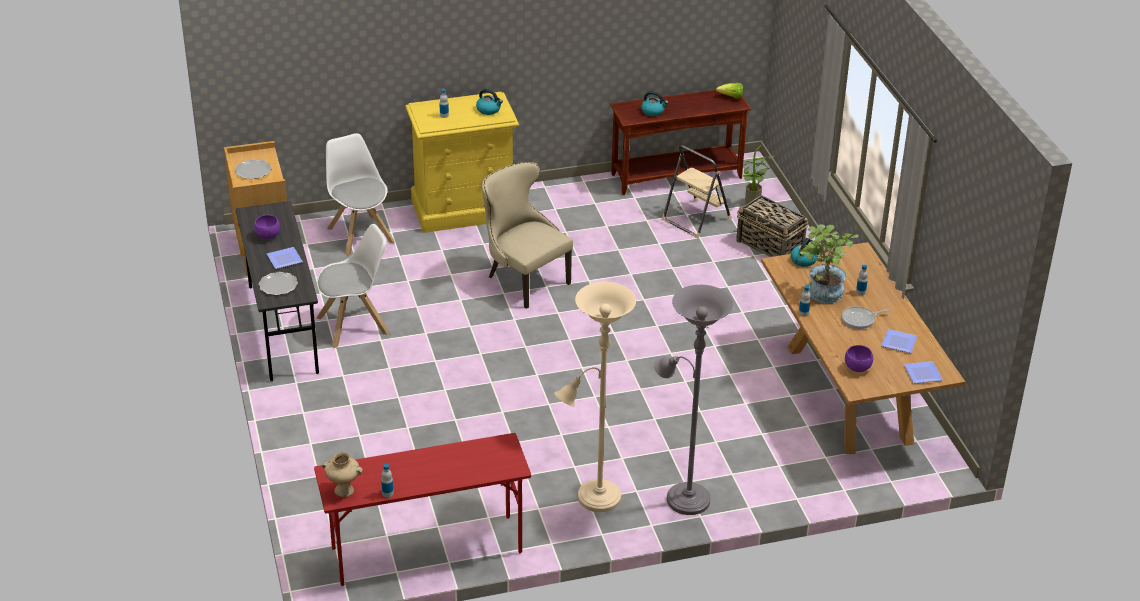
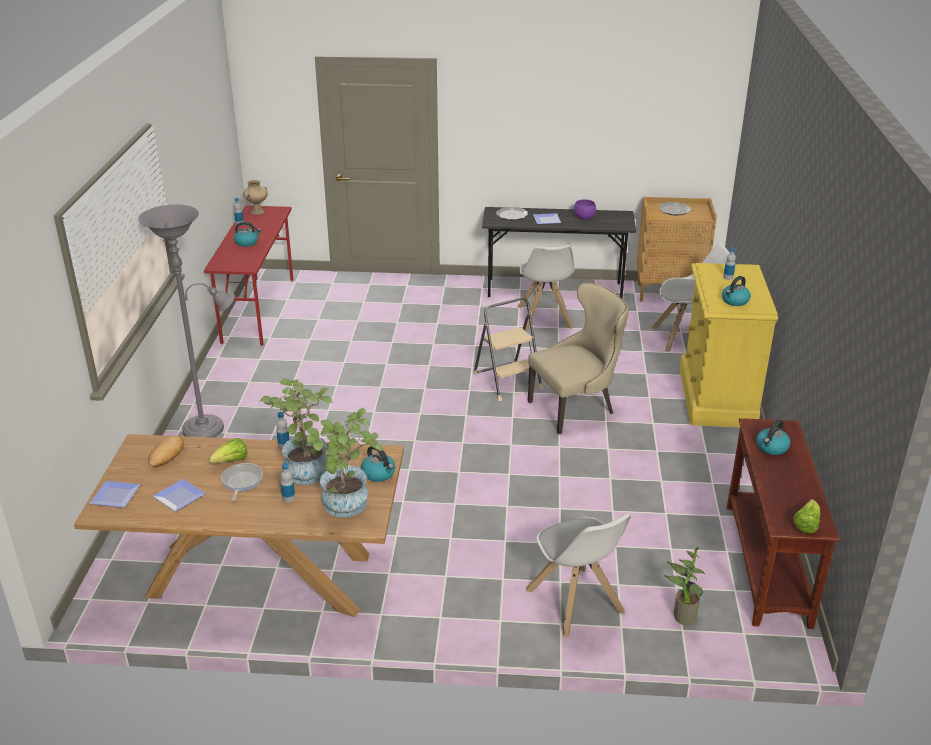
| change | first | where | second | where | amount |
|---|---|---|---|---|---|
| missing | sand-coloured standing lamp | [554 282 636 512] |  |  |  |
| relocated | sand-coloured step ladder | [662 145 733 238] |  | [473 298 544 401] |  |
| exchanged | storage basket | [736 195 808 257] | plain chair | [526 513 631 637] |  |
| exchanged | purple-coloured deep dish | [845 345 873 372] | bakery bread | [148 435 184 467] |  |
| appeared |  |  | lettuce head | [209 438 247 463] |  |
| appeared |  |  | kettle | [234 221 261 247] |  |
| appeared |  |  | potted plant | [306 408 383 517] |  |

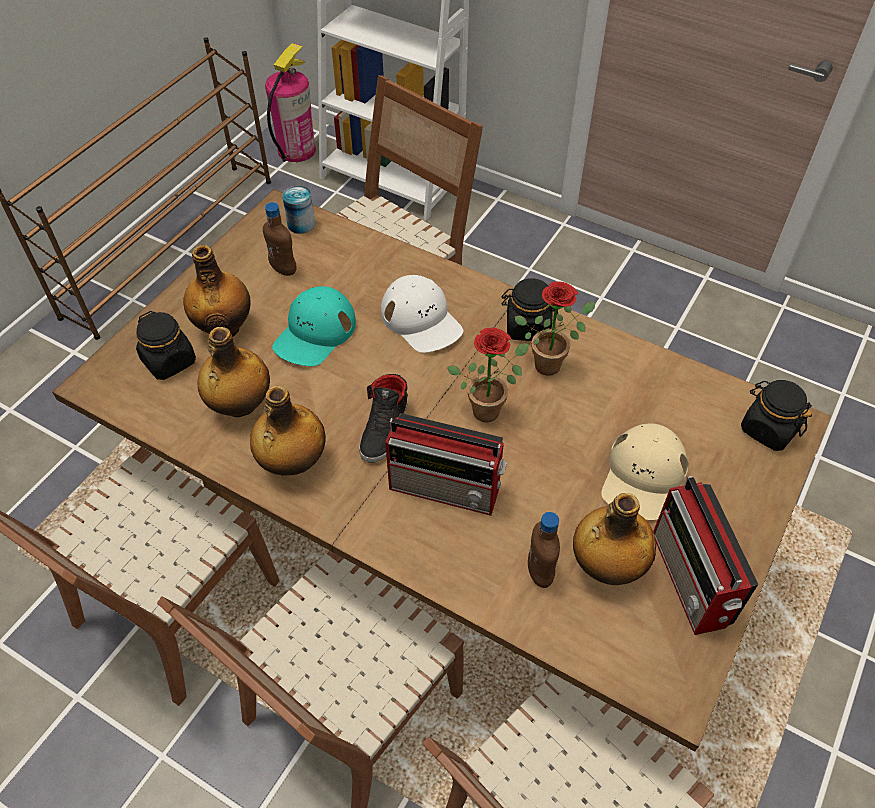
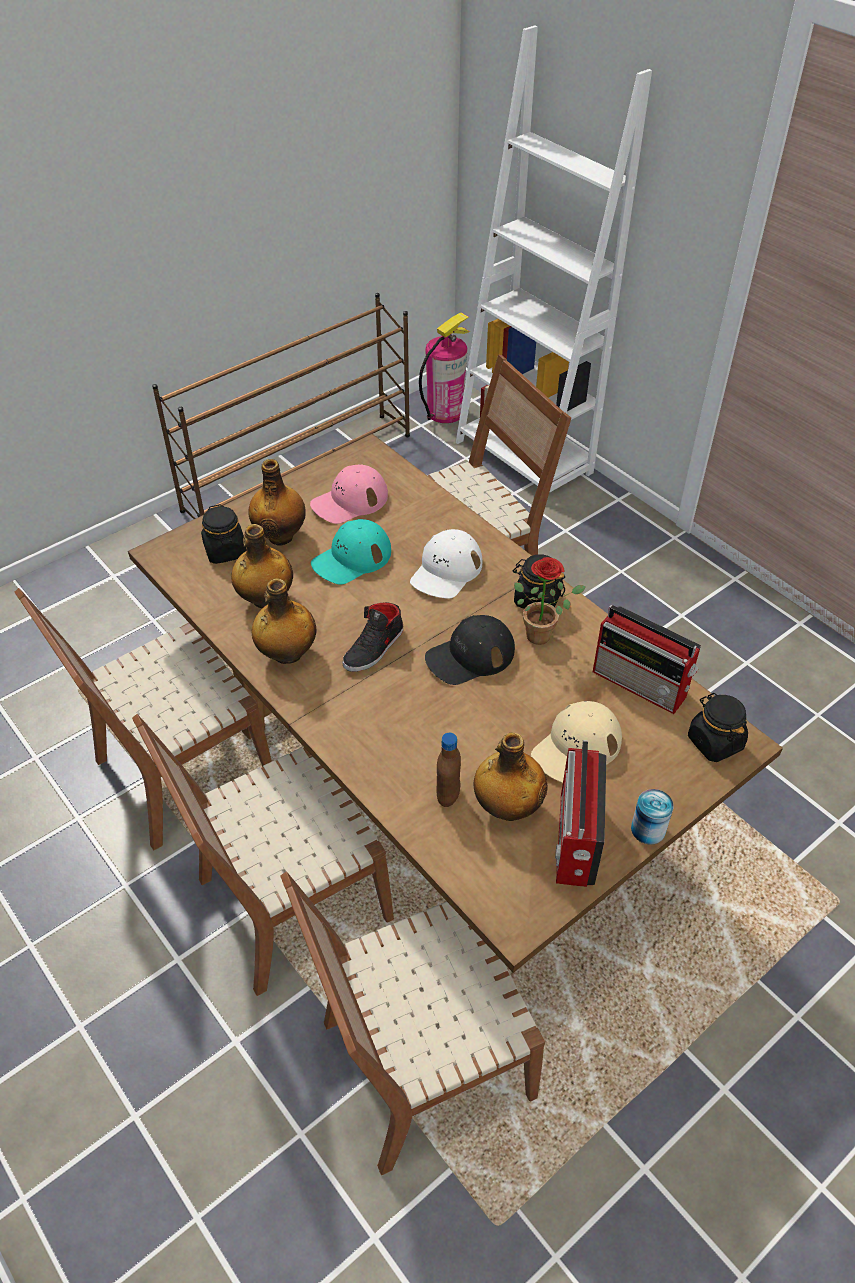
| change | first | where | second | where | amount |
|---|---|---|---|---|---|
| exchanged | brown drink bottle | [263 202 297 276] | pinkish peaked cap | [310 464 388 524] |  |
| relocated | sealed can | [282 186 315 234] |  | [631 789 674 845] |  |
| spun | whitish peaked cap | [381 275 463 353] |  | [410 529 482 599] | 45 degrees clockwise |
| relocated | radio | [386 413 507 516] |  | [593 605 701 714] |  |
| exchanged | potted plant | [447 328 529 422] | blackish peaked cap | [425 615 515 685] |  |

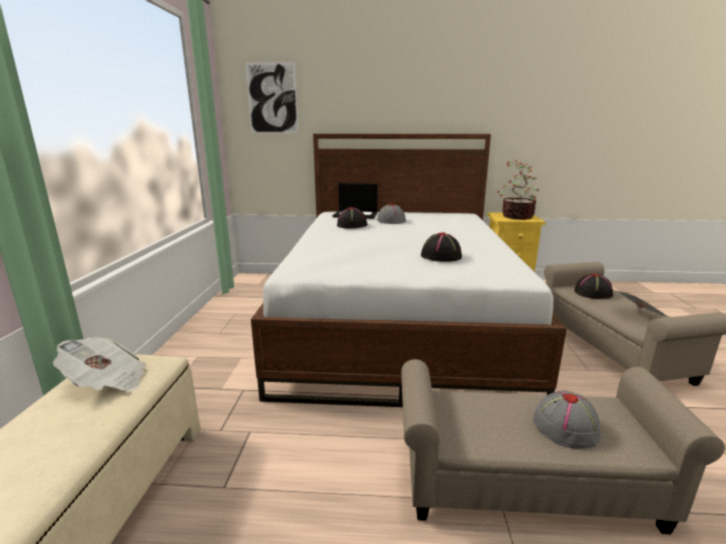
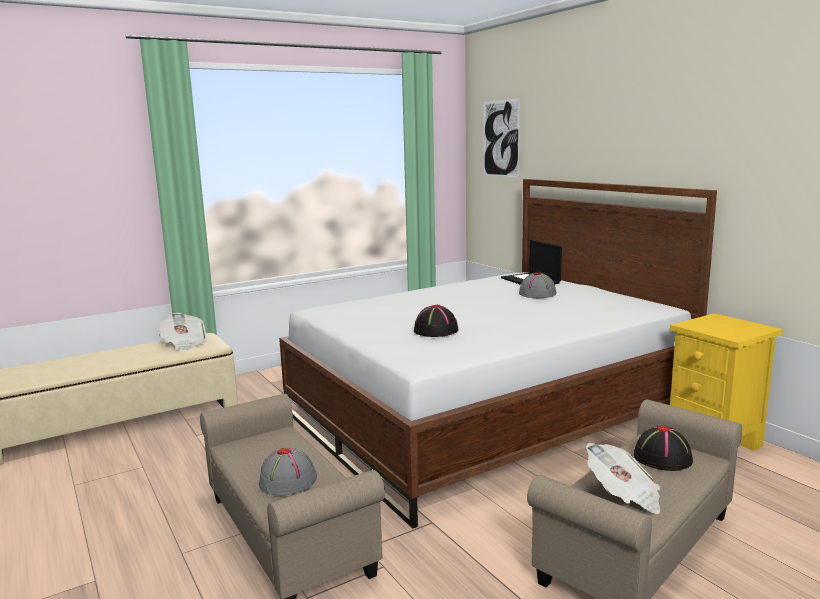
| change | first | where | second | where | amount |
|---|---|---|---|---|---|
| missing | blackish clothing hat | [337 207 367 229] |  |  |  |
| missing | potted plant | [497 160 539 220] |  |  |  |

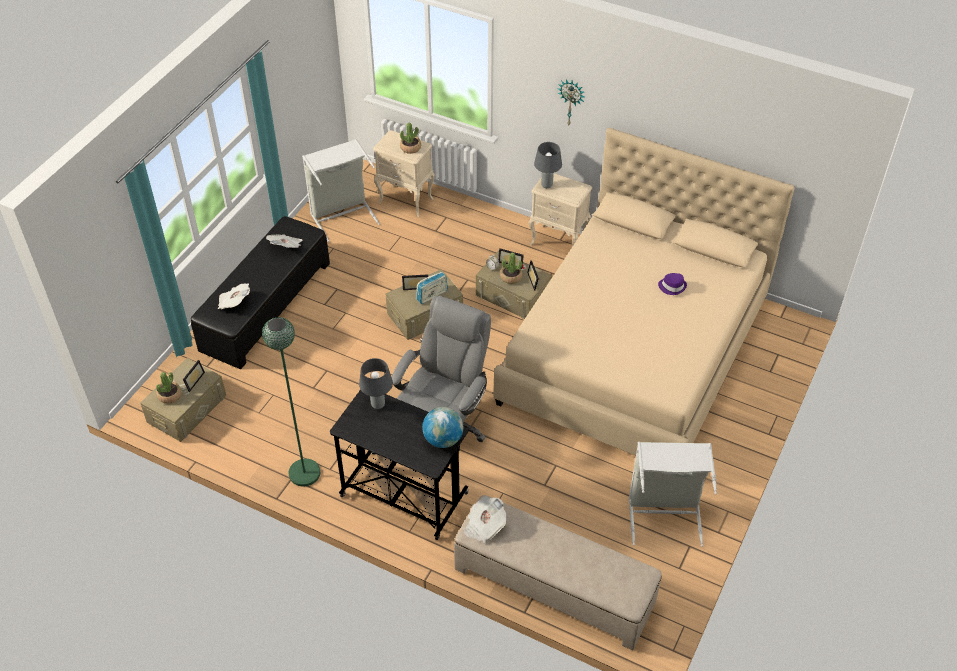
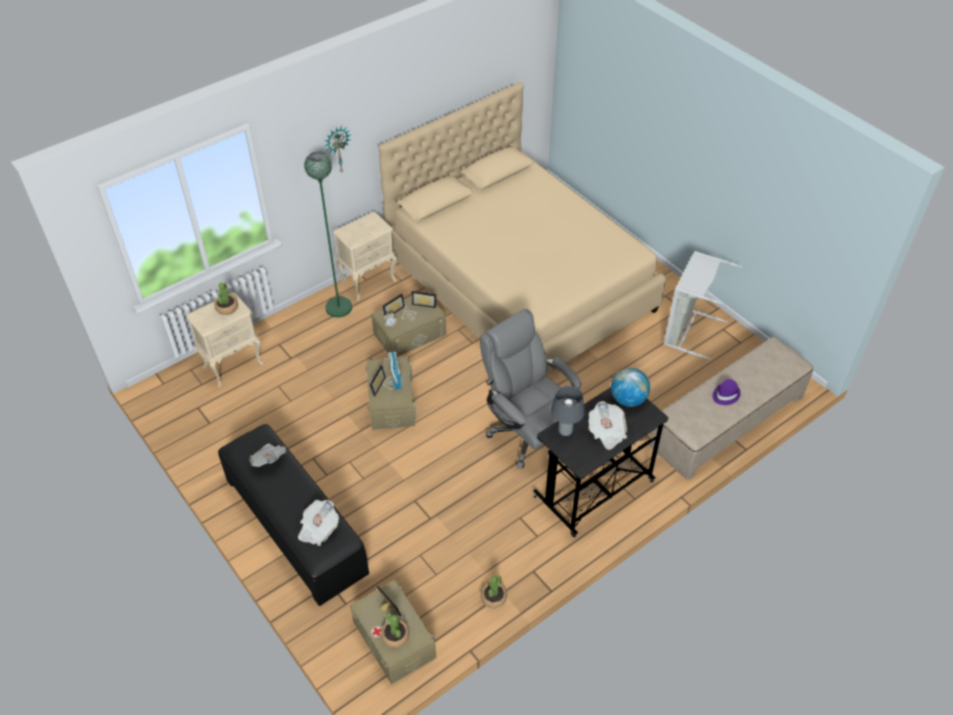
| change | first | where | second | where | amount |
|---|---|---|---|---|---|
| relocated | green-coloured standing lamp | [262 317 320 487] |  | [304 152 352 317] |  |
| missing | grey laundry basket | [302 139 380 242] |  |  |  |
| relocated | daily paper | [464 496 507 543] |  | [588 401 627 450] |  |
| relocated | potted plant | [500 253 522 284] |  | [481 575 507 608] |  |
| missing | grey tabletop lamp | [534 142 562 188] |  |  |  |
| relocated | purple-coloured clothing hat | [658 273 687 295] |  | [713 379 741 405] |  |

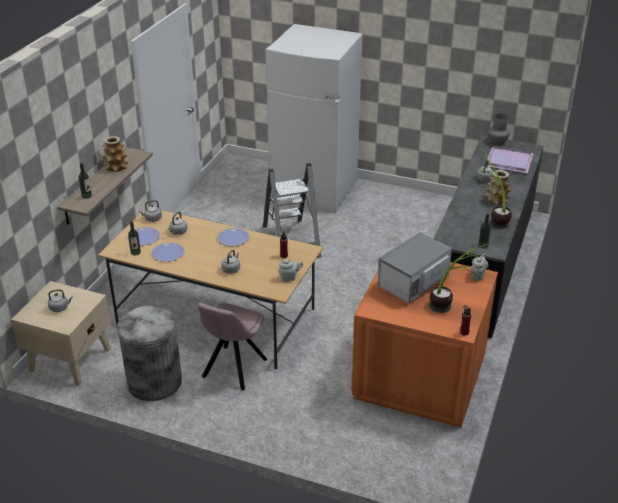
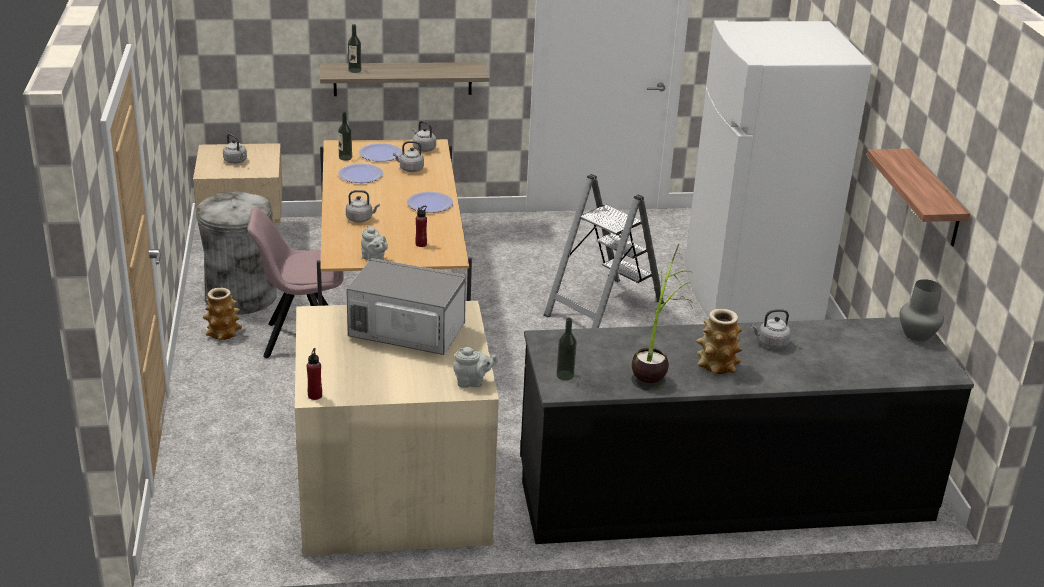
| change | first | where | second | where | amount |
|---|---|---|---|---|---|
| relocated | vase | [102 136 128 172] |  | [203 288 242 340] |  |
| colour | orange-coloured drawer chest | [351 262 498 428] | sand-coloured drawer chest | [295 301 499 556] |  |
| missing | potted plant | [429 242 492 313] |  |  |  |
| missing | purple-coloured tray | [488 146 534 173] |  |  |  |
| appeared |  |  | bracket shelf | [866 149 970 246] |  |

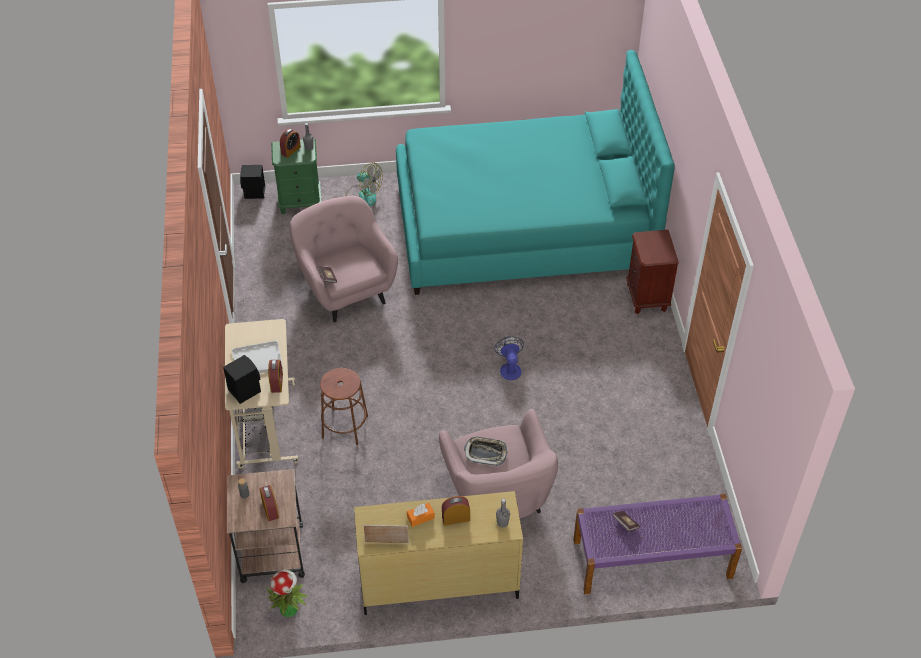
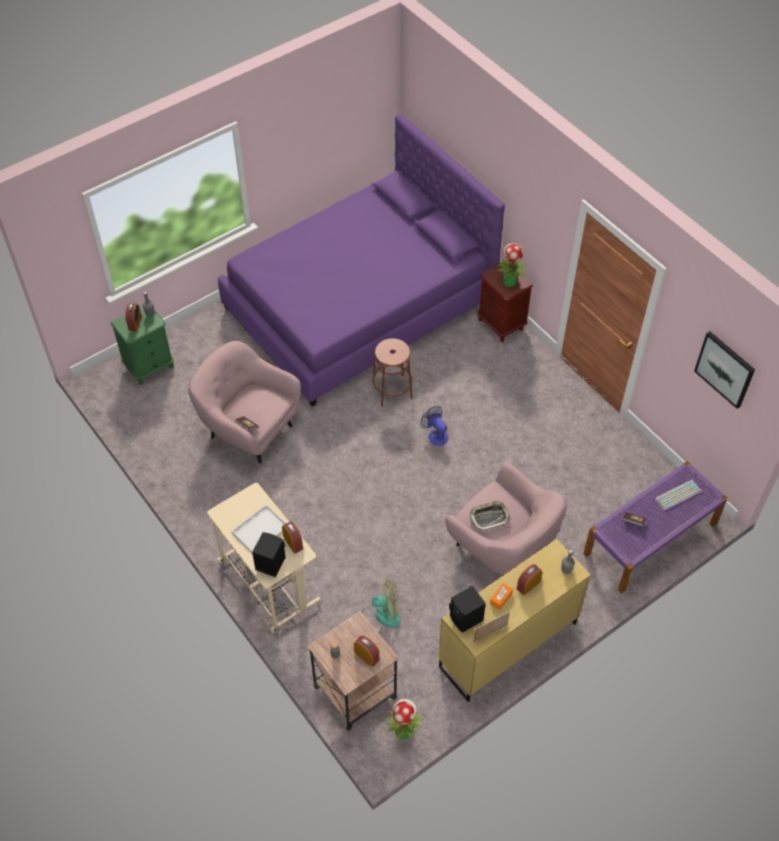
| change | first | where | second | where | amount |
|---|---|---|---|---|---|
| relocated | blackish loudspeaker | [240 165 265 199] |  | [449 586 486 633] |  |
| relocated | brown sitting stool | [320 368 368 445] |  | [372 338 413 406] |  |
| relocated | cooling fan | [345 162 383 206] |  | [362 581 401 634] |  |
| colour | turquoise bed | [396 50 675 295] | purple-coloured bed | [218 114 505 407] |  |
| appeared |  |  | potted plant | [497 243 527 287] |  |
| appeared |  |  | PC keyboard | [655 480 702 511] |  |
| appeared |  |  | wall art | [694 331 755 409] |  |

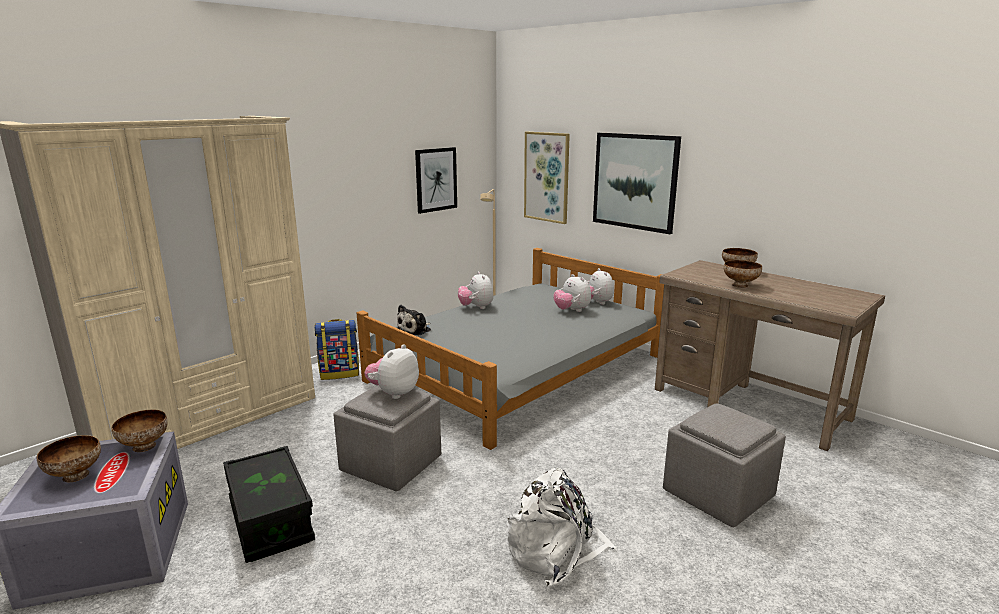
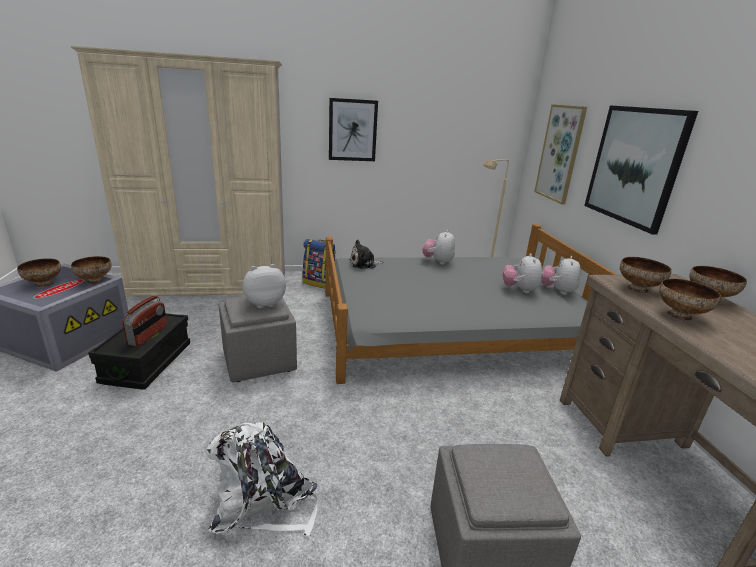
| change | first | where | second | where | amount |
|---|---|---|---|---|---|
| relocated | wall art | [415 147 457 214] |  | [329 98 378 161] |  |
| appeared |  |  | radio | [123 296 167 347] |  |
| appeared |  |  | deep dish | [620 257 672 293] |  |

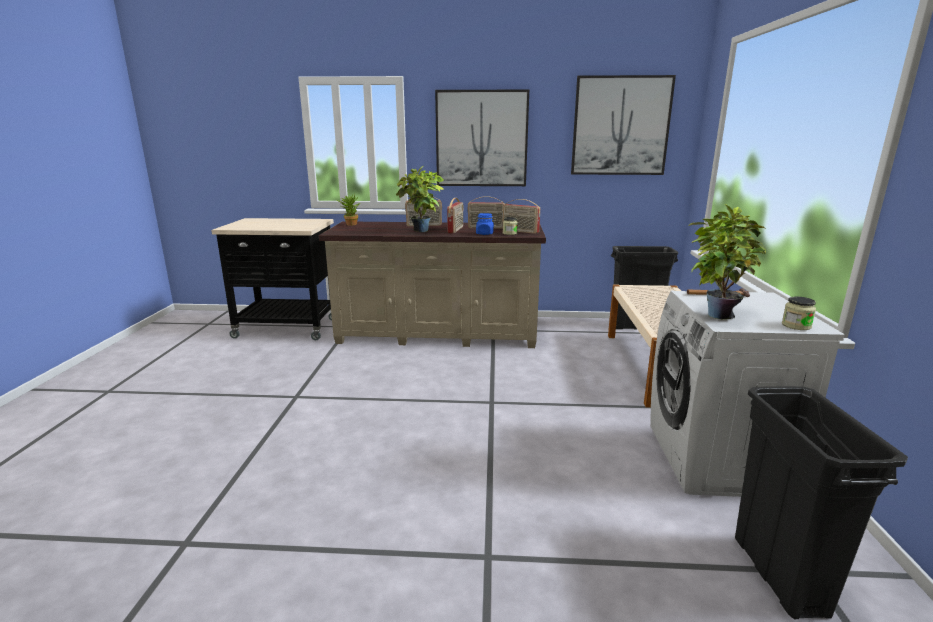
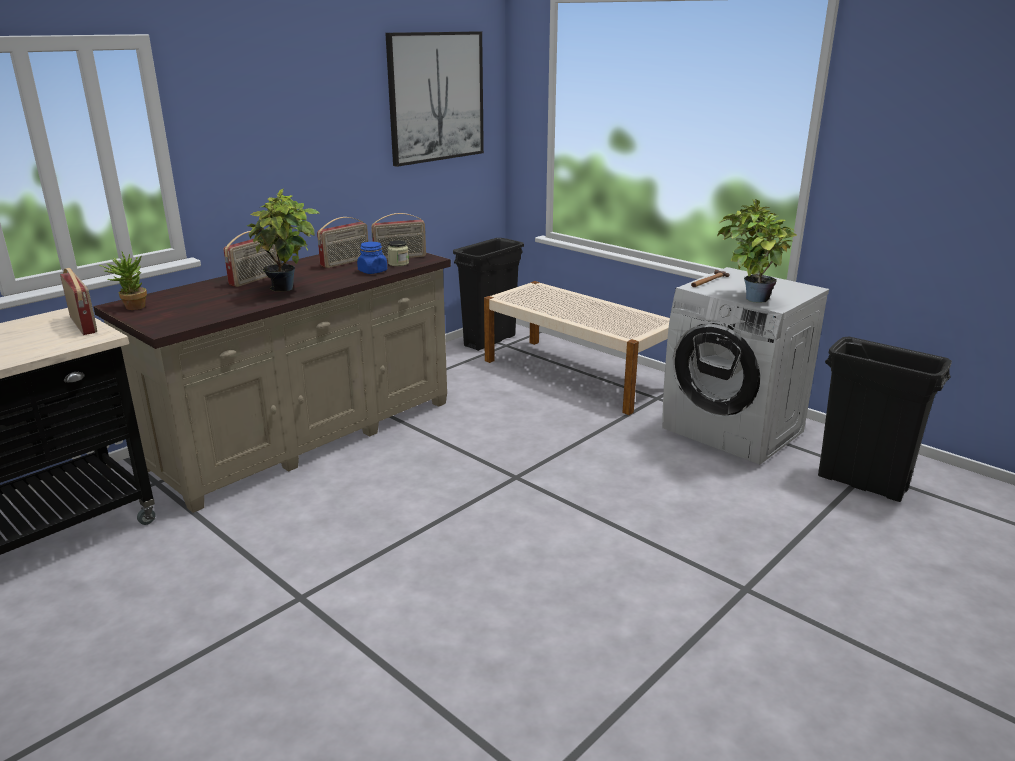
| change | first | where | second | where | amount |
|---|---|---|---|---|---|
| missing | wall art | [435 89 529 186] |  |  |  |
| relocated | radio | [447 198 463 233] |  | [60 268 97 335] |  |
| missing | jar | [782 296 816 330] |  |  |  |

